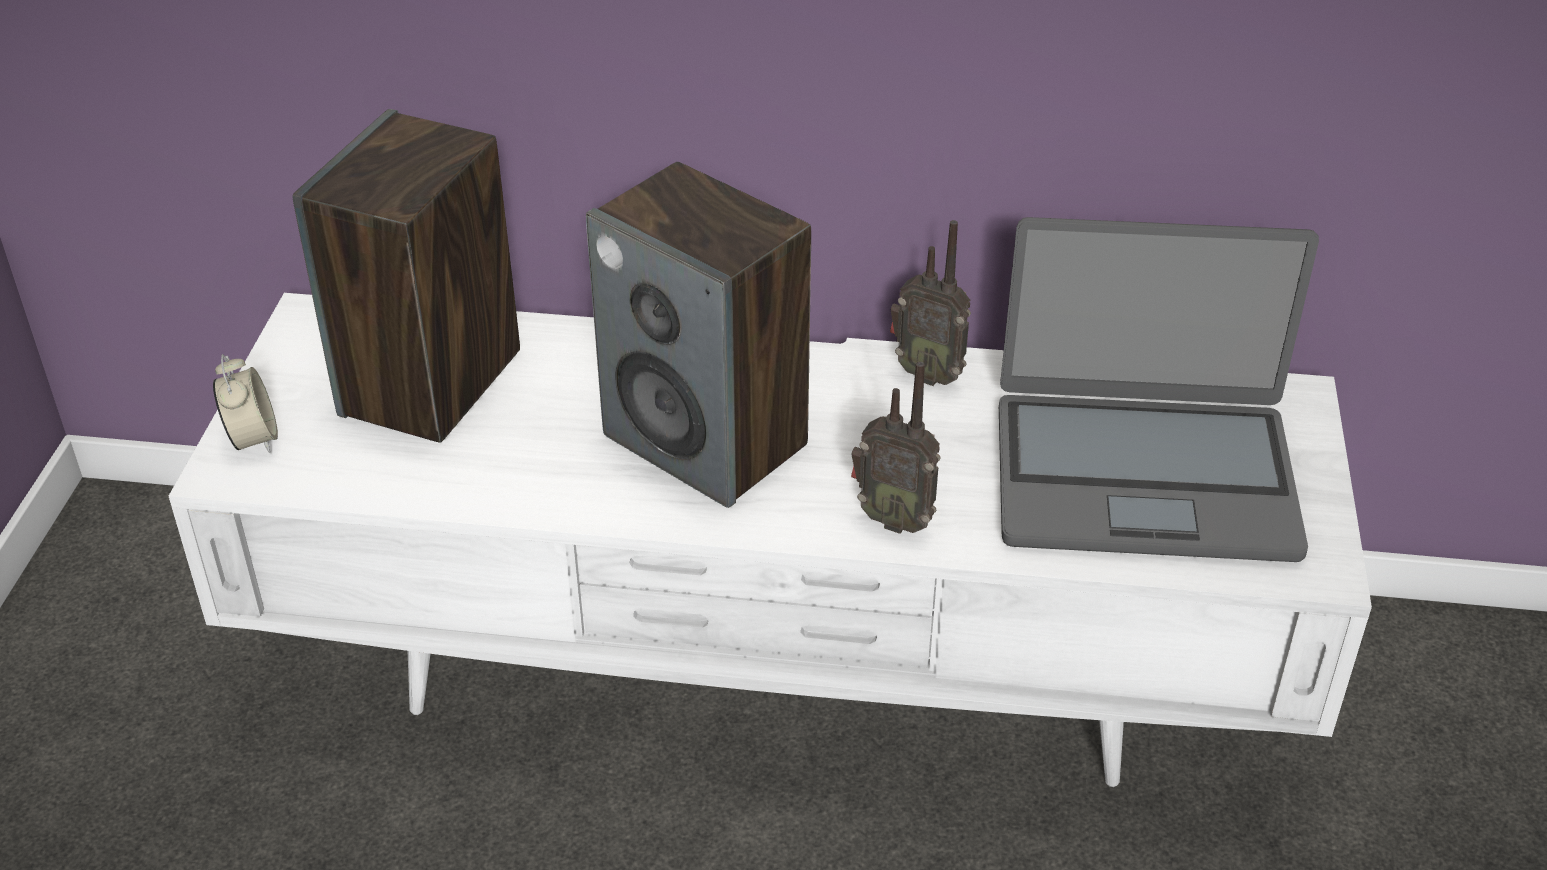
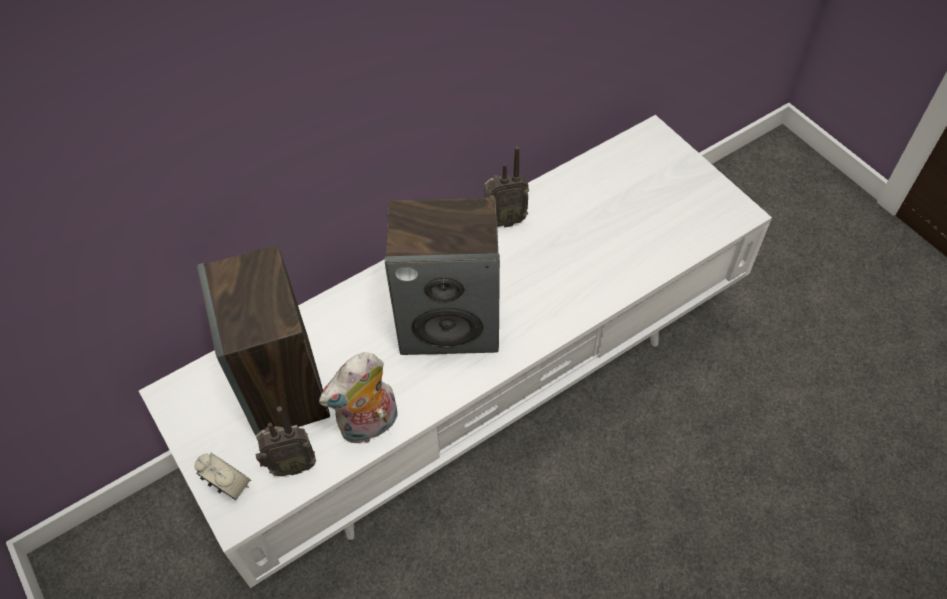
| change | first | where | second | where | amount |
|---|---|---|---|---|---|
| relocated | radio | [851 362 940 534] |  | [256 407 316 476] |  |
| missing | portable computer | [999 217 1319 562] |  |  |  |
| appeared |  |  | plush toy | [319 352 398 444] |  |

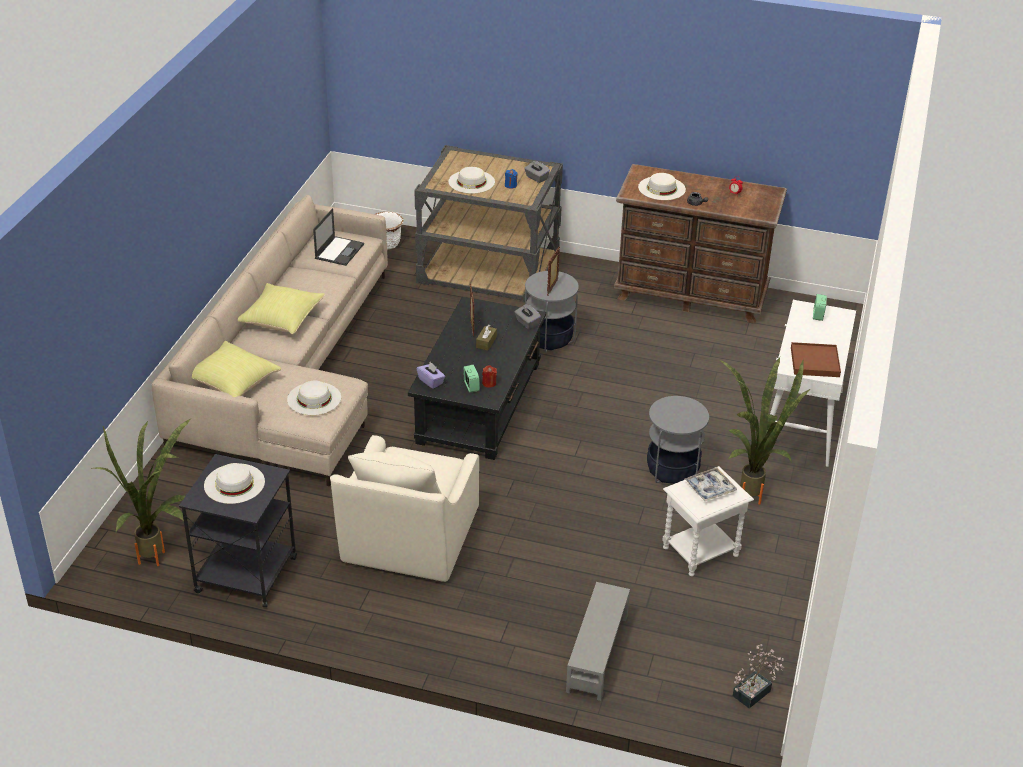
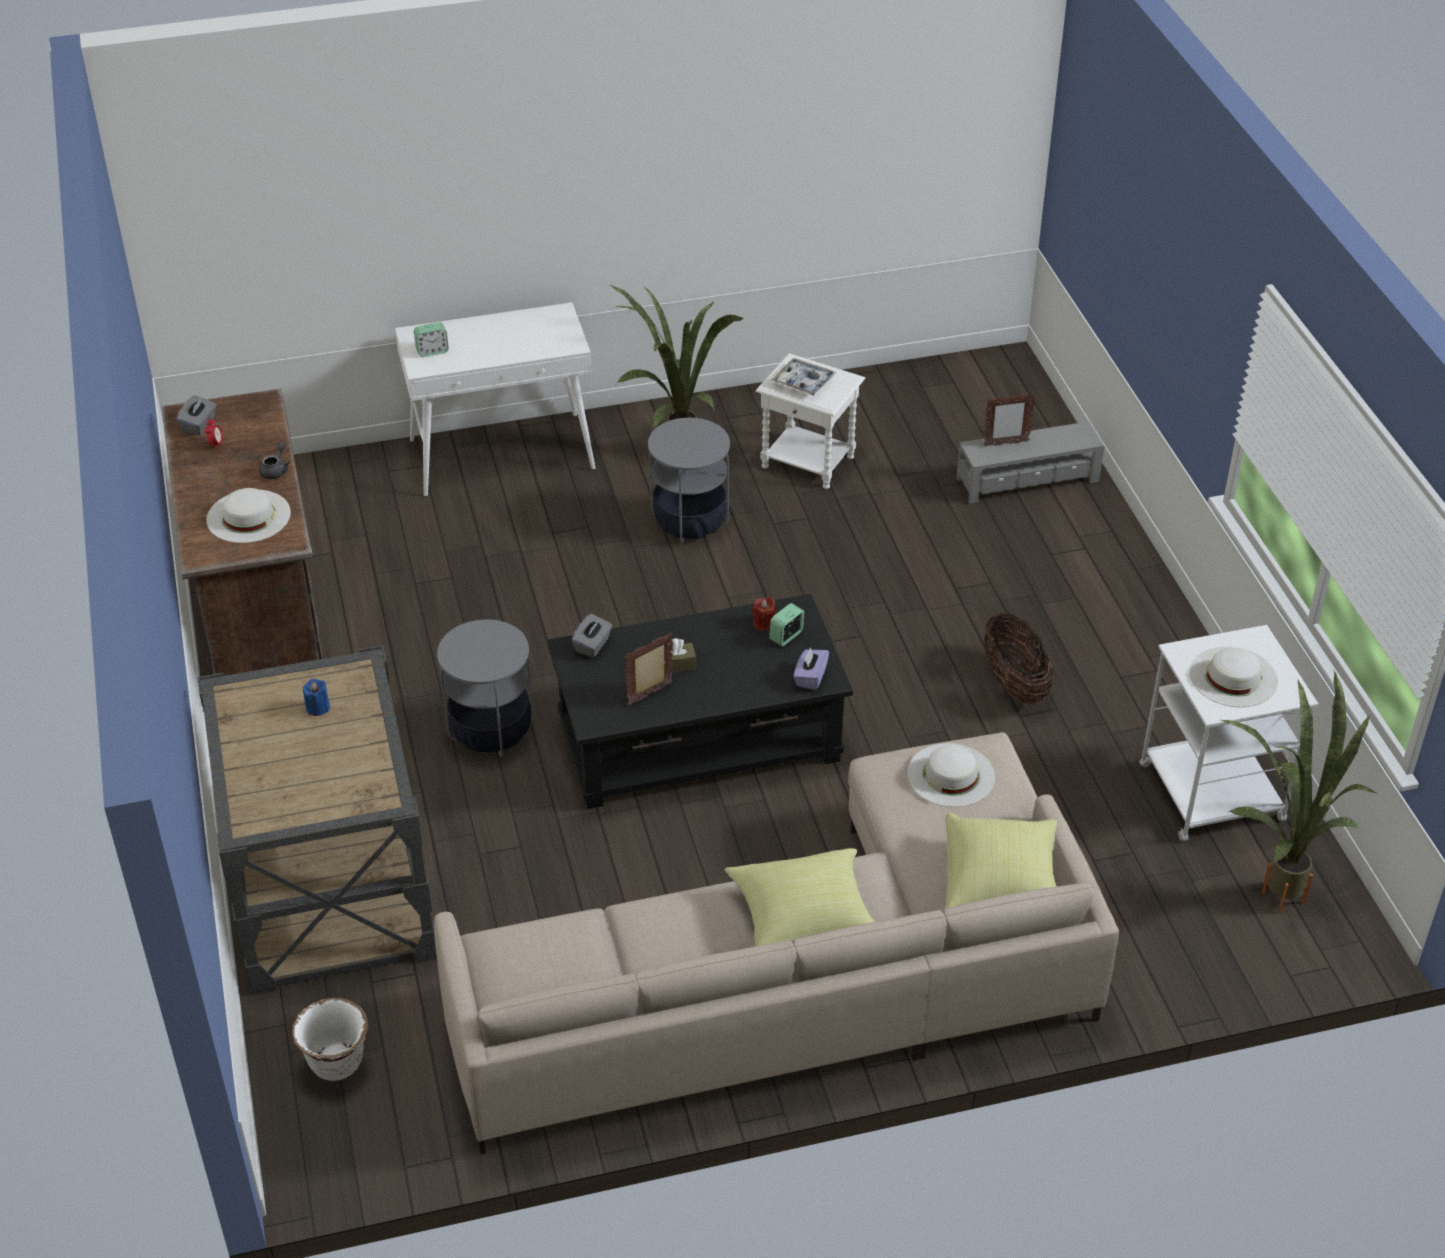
| change | first | where | second | where | amount |
|---|---|---|---|---|---|
| colour | blackish cart | [179 454 297 607] | whitish cart | [1139 625 1318 841] |  |
| missing | portable computer | [313 208 364 266] |  |  |  |
| exchanged | sand-coloured easy chair | [330 435 479 582] | storage basket | [984 613 1053 704] |  |
| missing | whitish clothing hat | [448 167 495 194] |  |  |  |
| relocated | grey box of tissues | [524 161 550 183] |  | [176 395 216 436] |  |
| relocated | photo frame | [547 247 560 296] |  | [983 393 1035 447] |  |
| missing | potted plant | [733 644 784 708] |  |  |  |
| missing | brown tray | [791 342 841 377] |  |  |  |

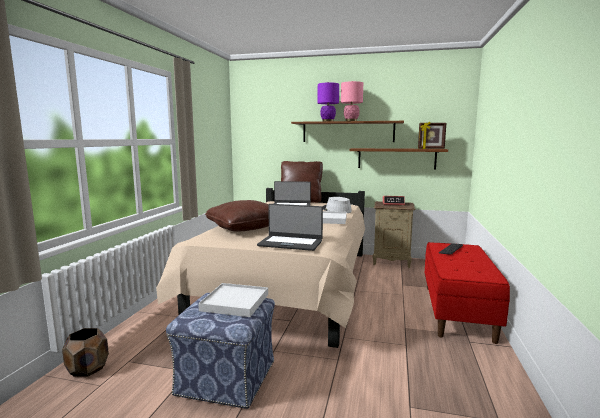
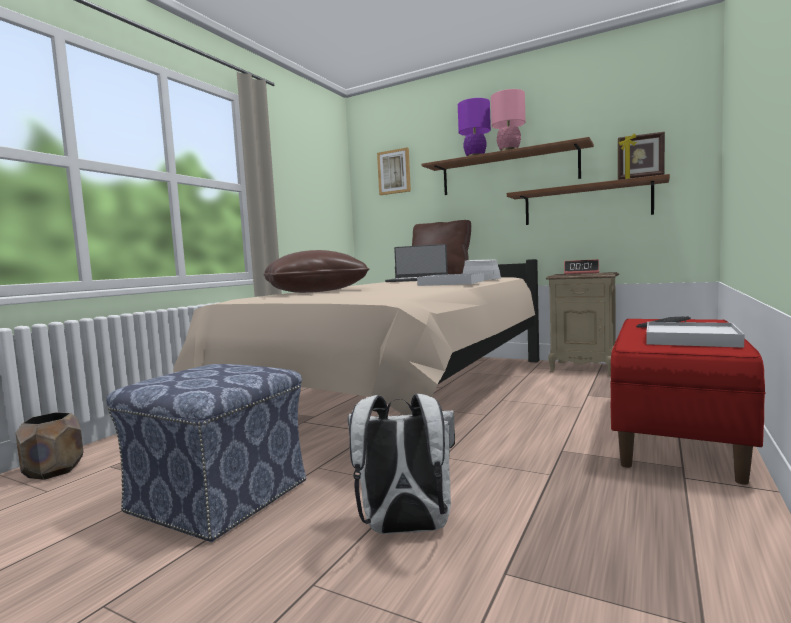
| change | first | where | second | where | amount |
|---|---|---|---|---|---|
| relocated | whitish tray | [198 283 268 317] |  | [646 322 745 348] |  |
| missing | portable computer | [257 204 323 251] |  |  |  |
| appeared |  |  | whitish rucksack | [348 394 455 534] |  |
| appeared |  |  | wall art | [377 147 411 195] |  |

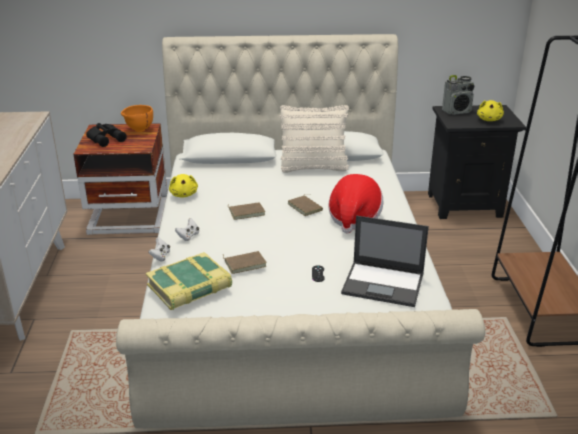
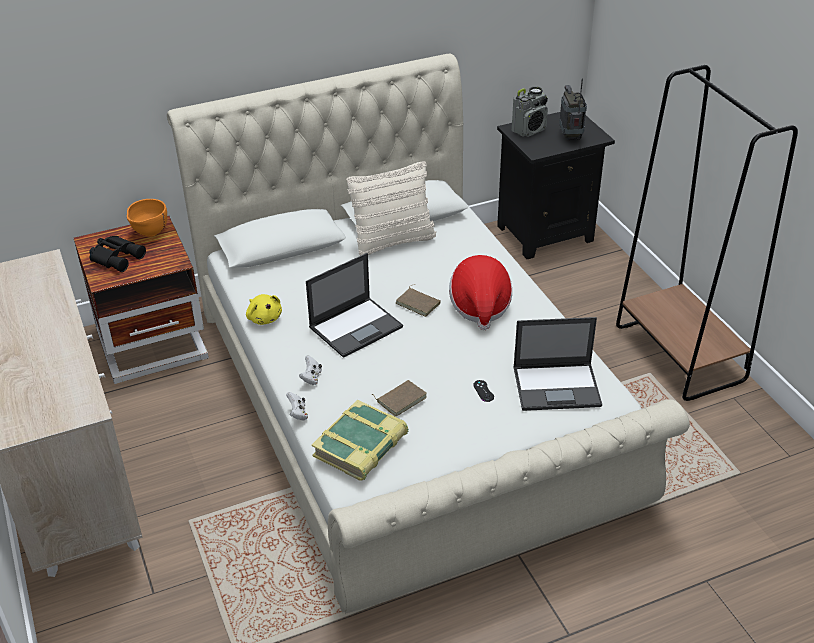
| change | first | where | second | where | amount |
|---|---|---|---|---|---|
| exchanged | brown bound book | [228 202 265 220] | portable computer | [306 253 403 358] |  |
| exchanged | yellow-coloured plush toy | [477 100 504 121] | radio | [559 78 587 140] |  |

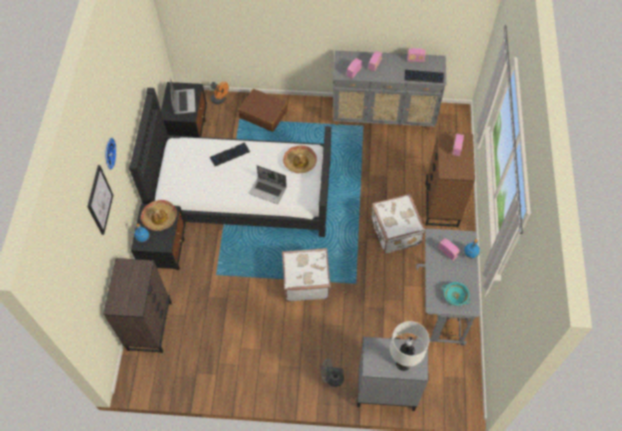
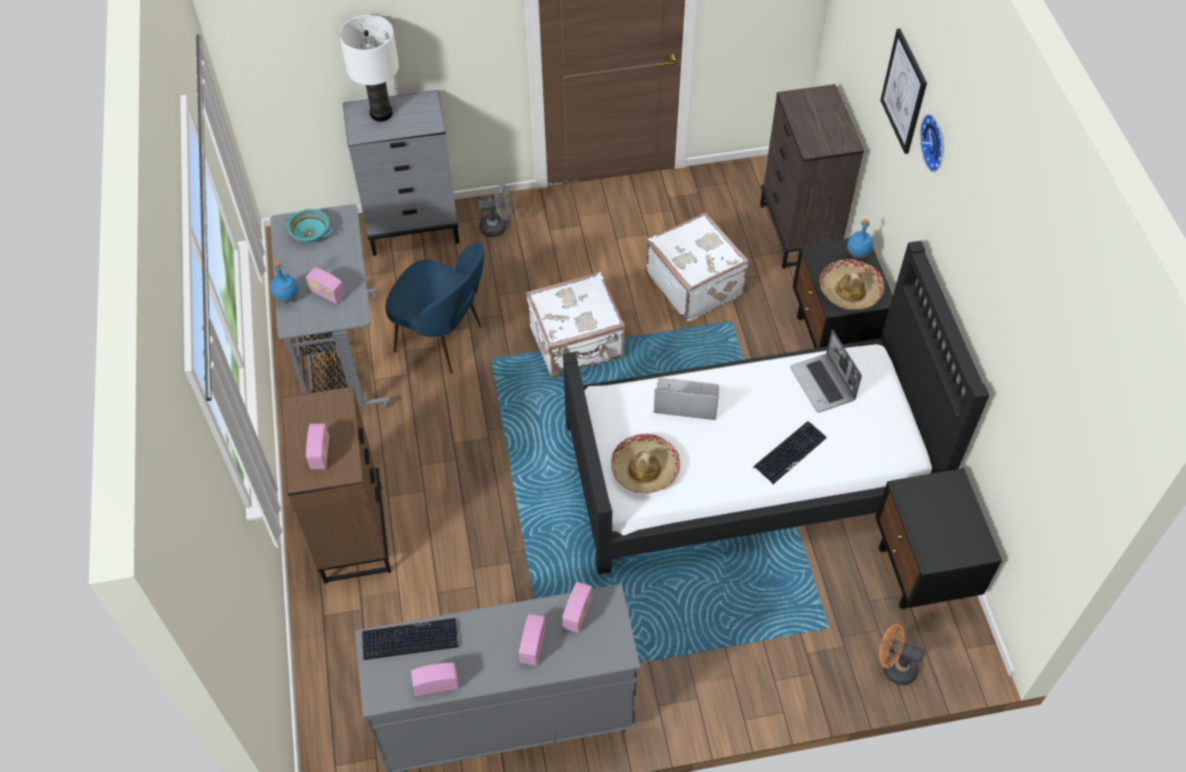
| change | first | where | second | where | amount |
|---|---|---|---|---|---|
| relocated | portable computer | [170 78 196 114] |  | [790 330 862 413] |  |
| missing | brown travel case | [238 89 288 132] |  |  |  |
| relocated | whitish travel case | [371 194 425 254] |  | [646 212 750 322] |  |
| appeared |  |  | blue-coloured plain chair | [386 242 484 373] |  |

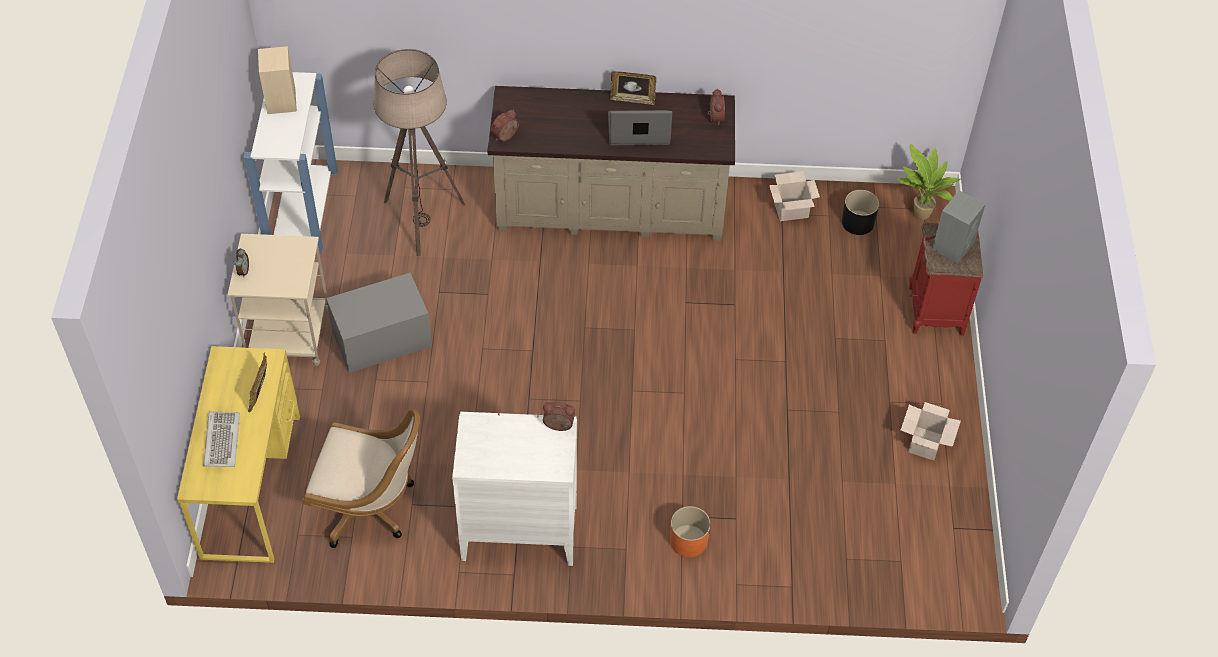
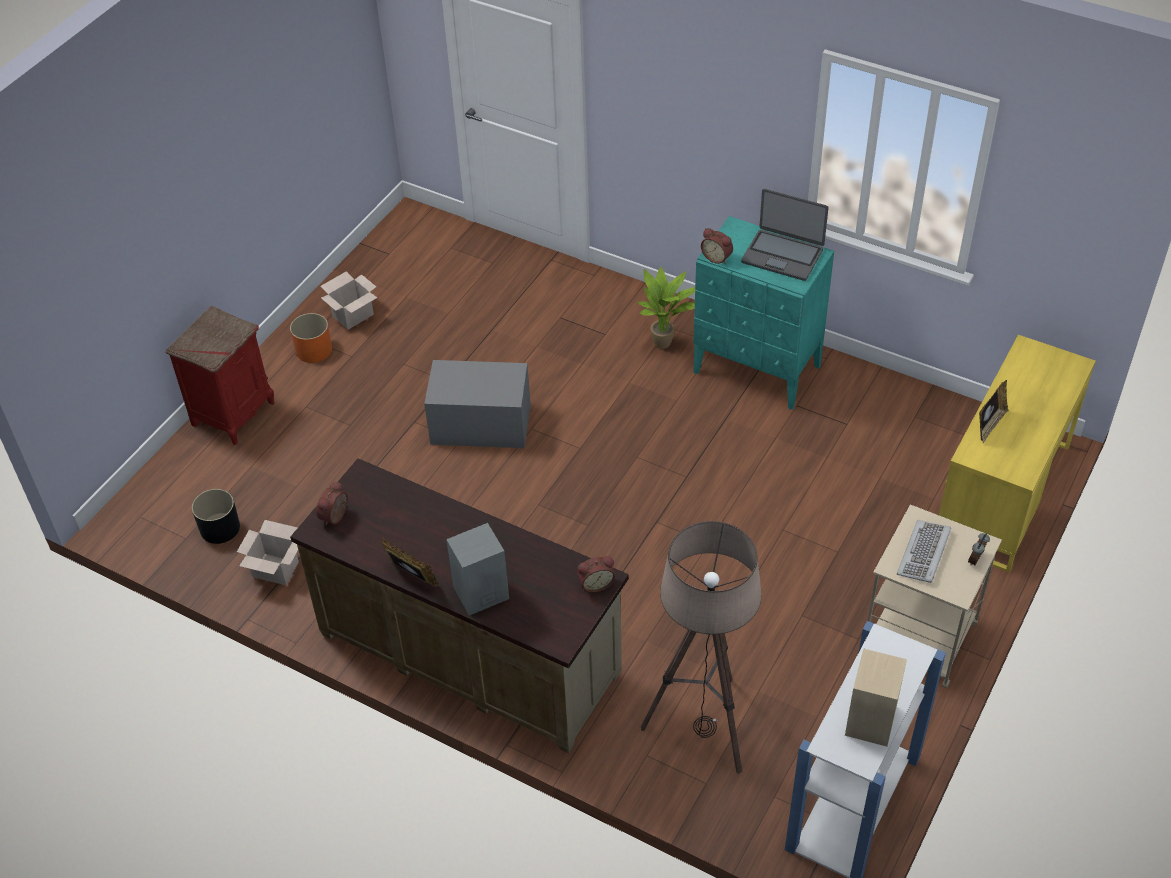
| change | first | where | second | where | amount |
|---|---|---|---|---|---|
| relocated | PC keyboard | [203 411 240 467] |  | [897 520 951 583] |  |
| missing | desk chair | [303 409 419 548] |  |  |  |
| relocated | grey storage container | [326 273 432 373] |  | [424 360 530 448] |  |
| colour | whitish drawer chest | [452 412 577 566] | turquoise drawer chest | [693 216 834 410] |  |
| relocated | portable computer | [608 110 672 145] |  | [741 189 828 281] |  |
| relocated | orange-coloured planter | [670 506 711 557] |  | [290 313 332 363] |  |
| relocated | potted plant | [897 144 960 220] |  | [637 267 695 349] |  |
| relocated | grey loudspeaker | [932 190 986 263] |  | [446 523 509 616] |  |

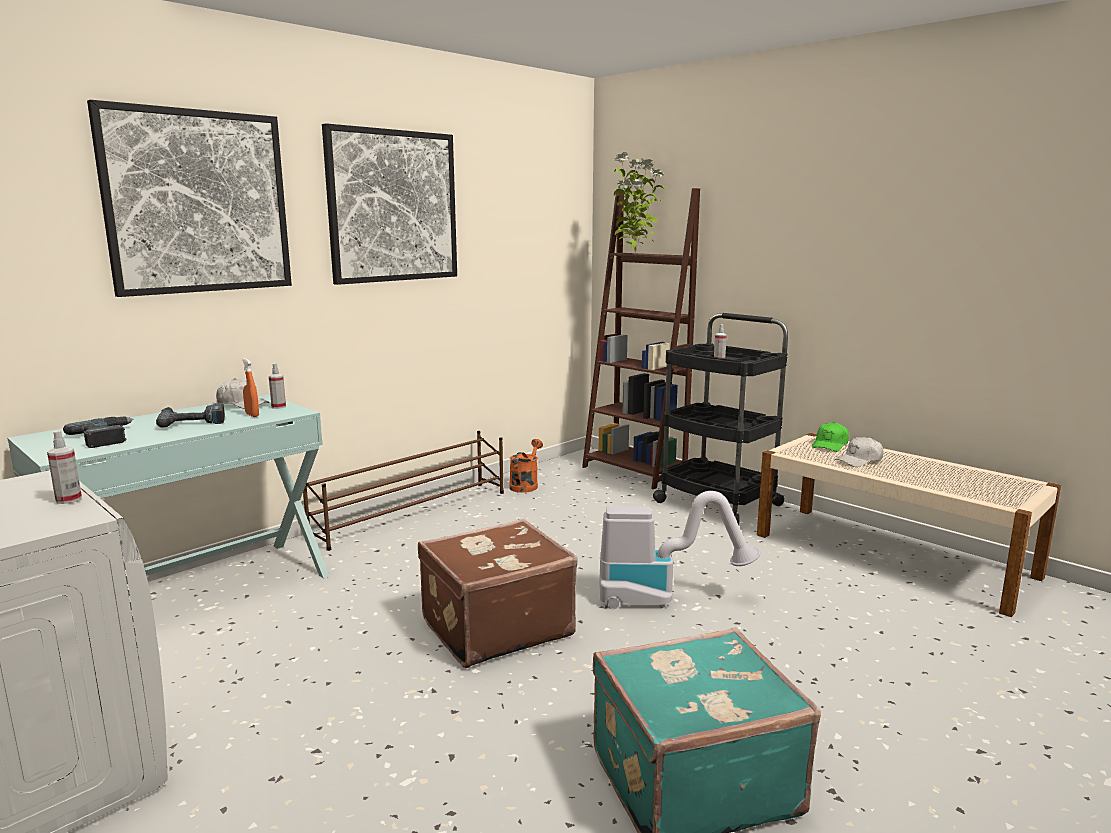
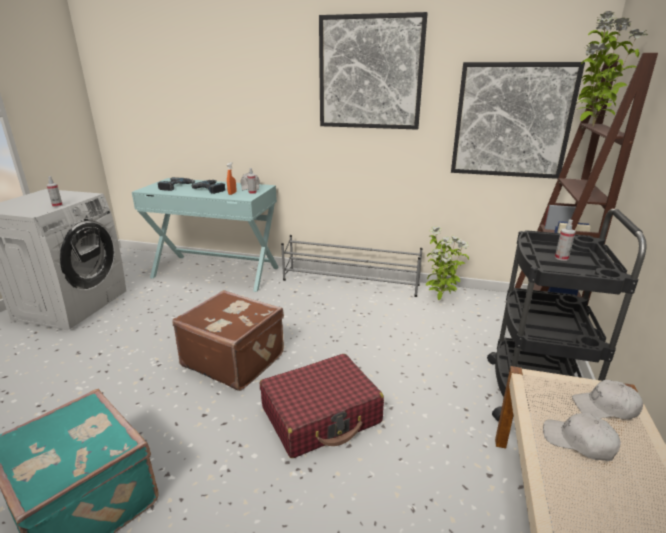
| change | first | where | second | where | amount |
|---|---|---|---|---|---|
| relocated | wall art | [87 100 292 297] |  | [451 62 585 179] |  |
| colour | brown shoe shelf | [303 431 504 551] | grey shoe shelf | [281 235 423 297] |  |
| exchanged | orange-coloured watering pot | [509 439 543 493] | potted plant | [426 226 469 300] |  |
| exchanged | vacuum | [599 491 761 609] | red travel case | [260 354 384 458] |  |
| colour | green-coloured peaked cap | [812 422 849 452] | whitish peaked cap | [572 380 643 420] |  |

